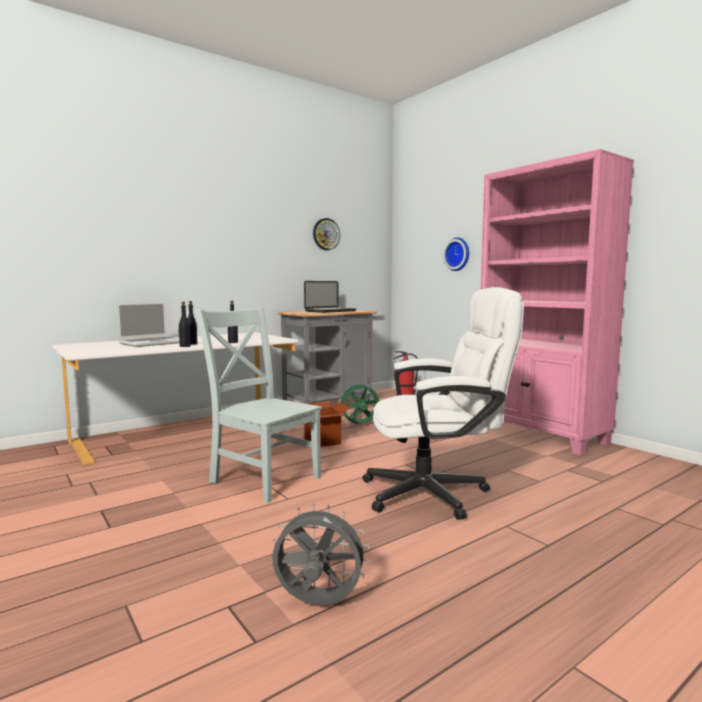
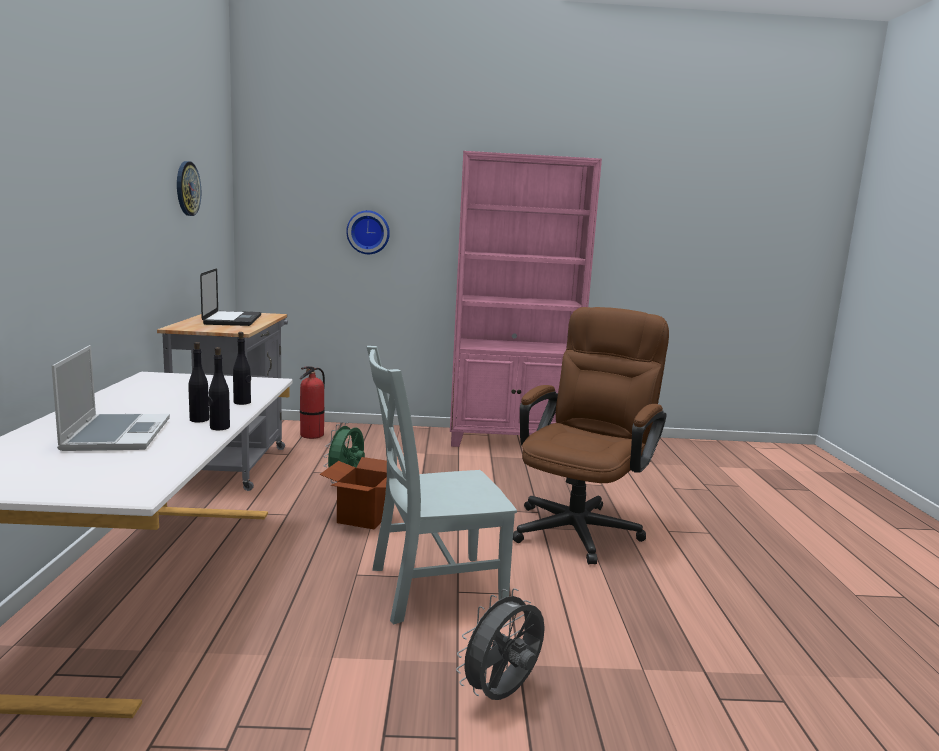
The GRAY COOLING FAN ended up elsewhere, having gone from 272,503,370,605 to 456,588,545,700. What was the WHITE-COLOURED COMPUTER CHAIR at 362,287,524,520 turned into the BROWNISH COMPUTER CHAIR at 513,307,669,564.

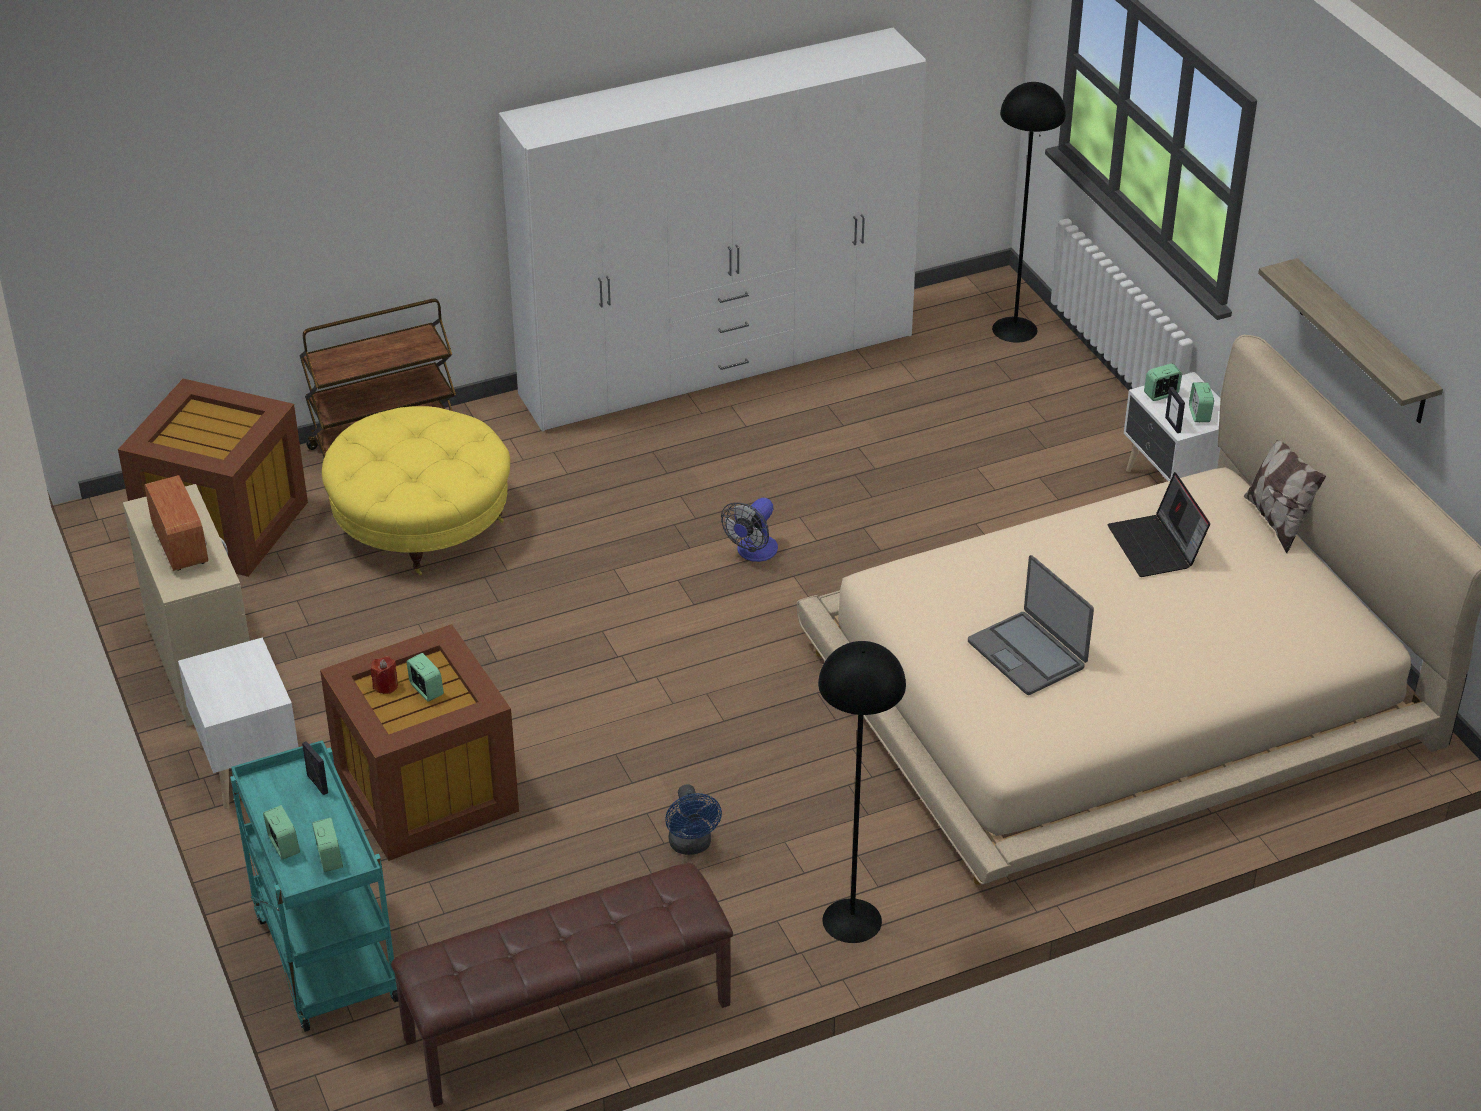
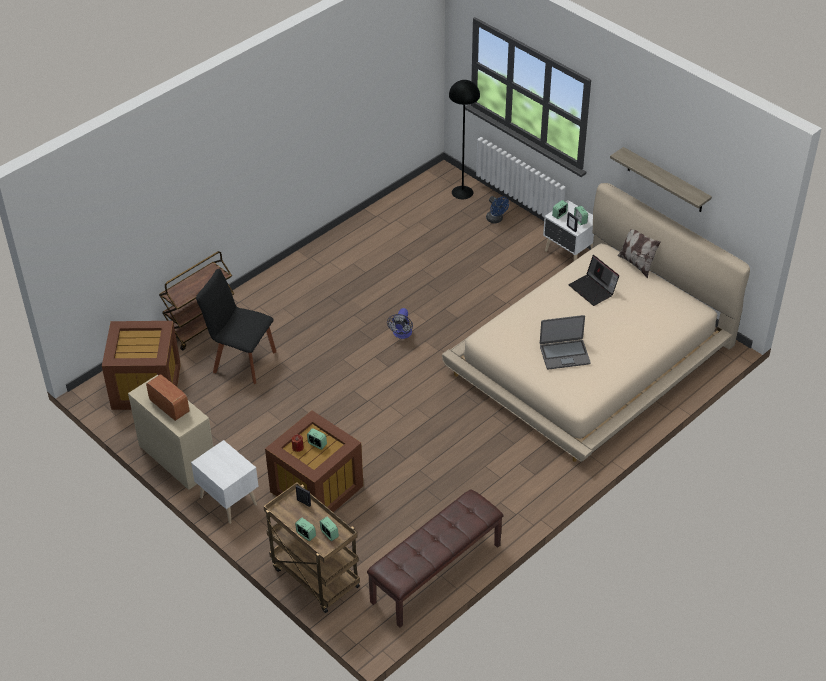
The second view lost the WHITE-COLOURED ARMOIRE at 499,27,926,432. The second view lost the BLACK STANDING LAMP at 818,641,906,943. The BLUISH COOLING FAN ended up elsewhere, having gone from 665,784,722,855 to 486,196,509,223. Where the YELLOW-COLOURED OTTOMAN stood at 322,406,510,575, the BLACK PLAIN CHAIR came to stand at 196,269,276,384. What was the TURQUOISE WHEELED CART at 230,740,398,1032 turned into the BROWNISH WHEELED CART at 263,482,360,613. The NOTEBOOK COMPUTER at 968,555,1094,695 ended up facing another way, 45 degrees counterclockwise from before.

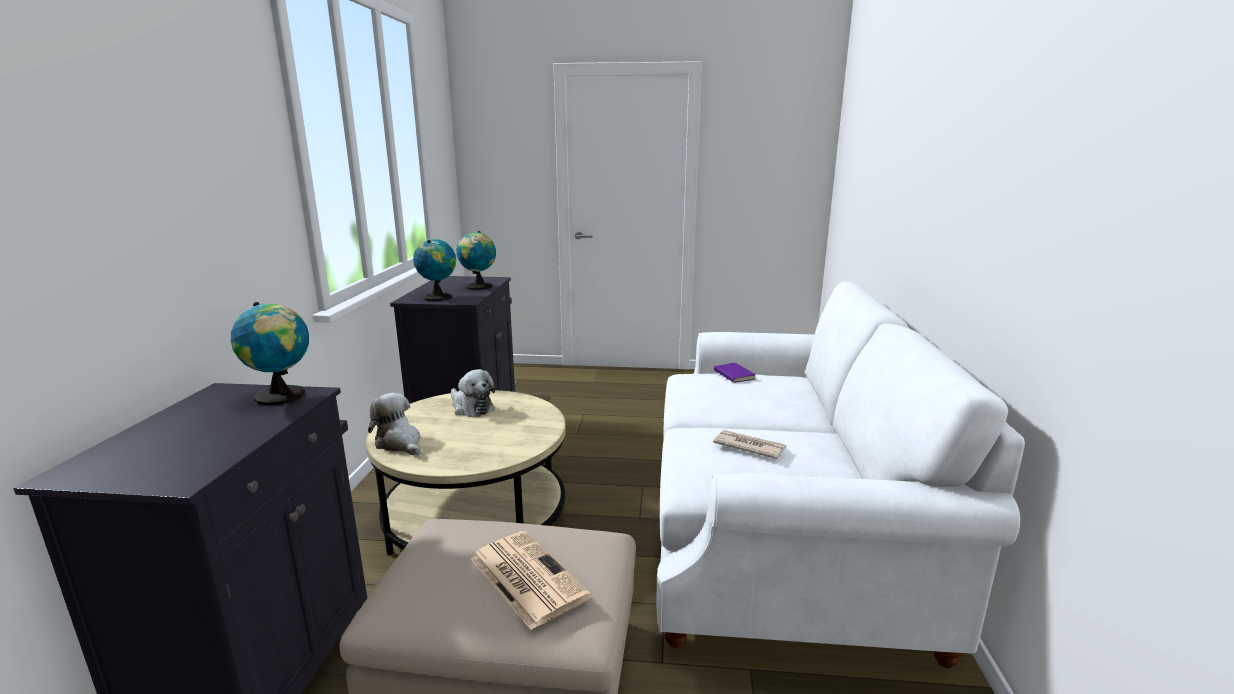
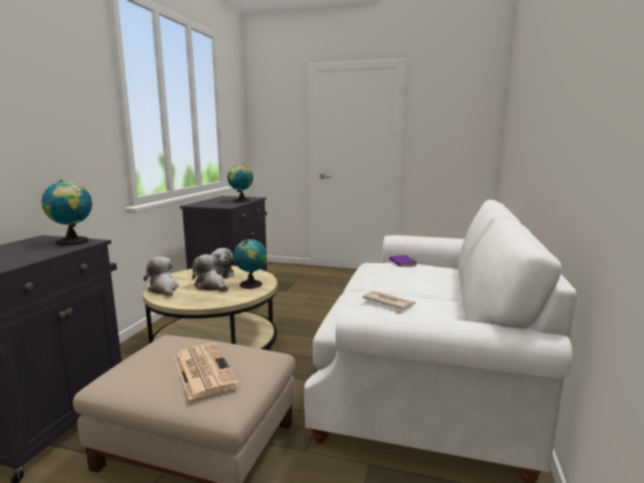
The second view gained the SOFT TOY at 192,254,228,292. The GLOBE ended up elsewhere, having gone from 413,239,456,301 to 234,239,267,289.

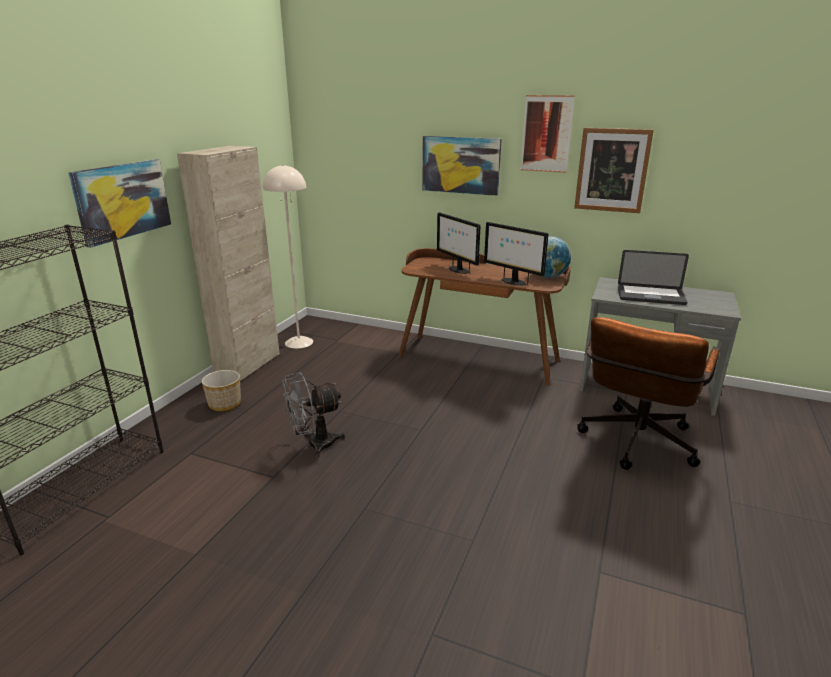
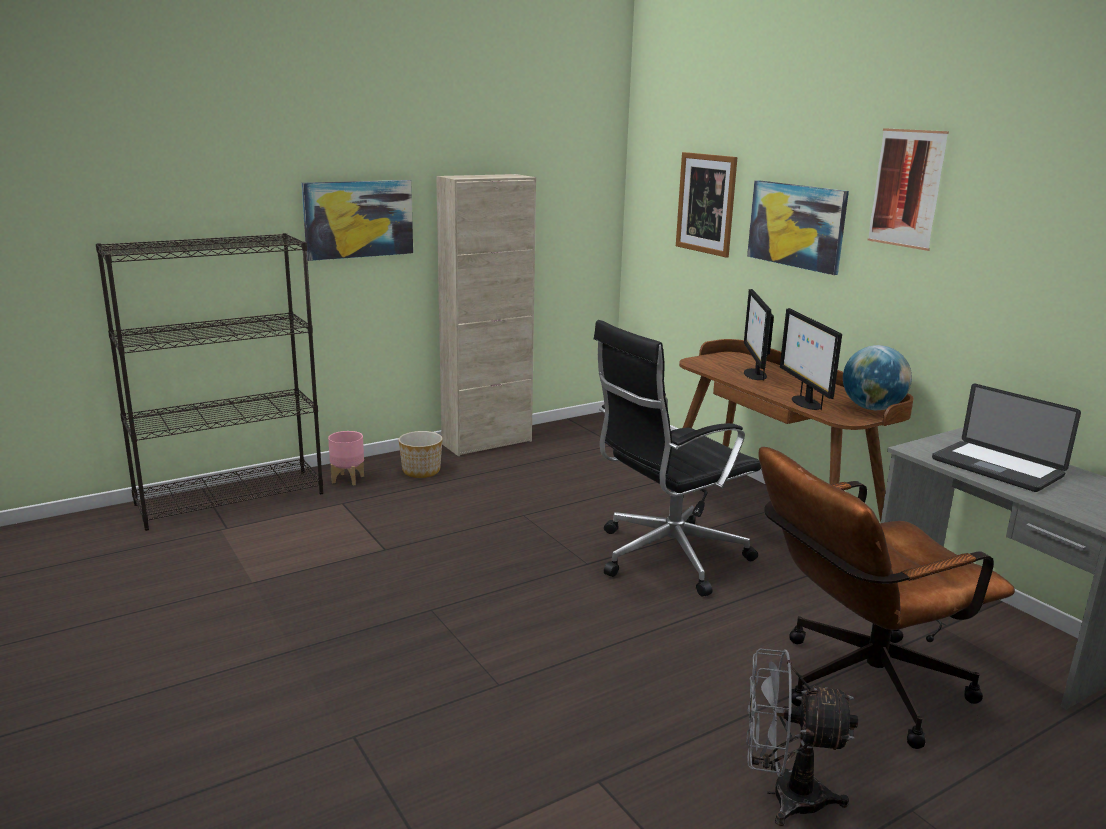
The second view lost the SAND-COLOURED STANDING LAMP at 263,164,313,348. The second view gained the PINKISH FLOWER POT at 328,431,364,486. The second view gained the BLACK COMPUTER CHAIR at 594,320,761,597. The GRAY COOLING FAN ended up elsewhere, having gone from 282,373,345,457 to 746,649,858,826. The WALL PICTURE ended up elsewhere, having gone from 574,128,654,213 to 676,152,737,258.

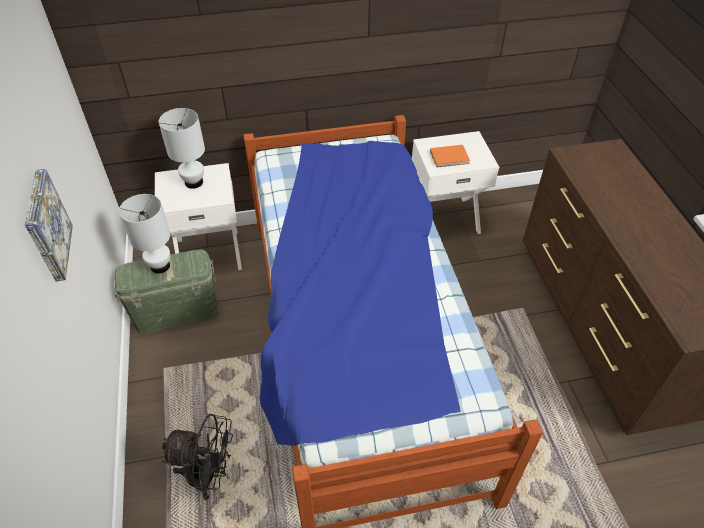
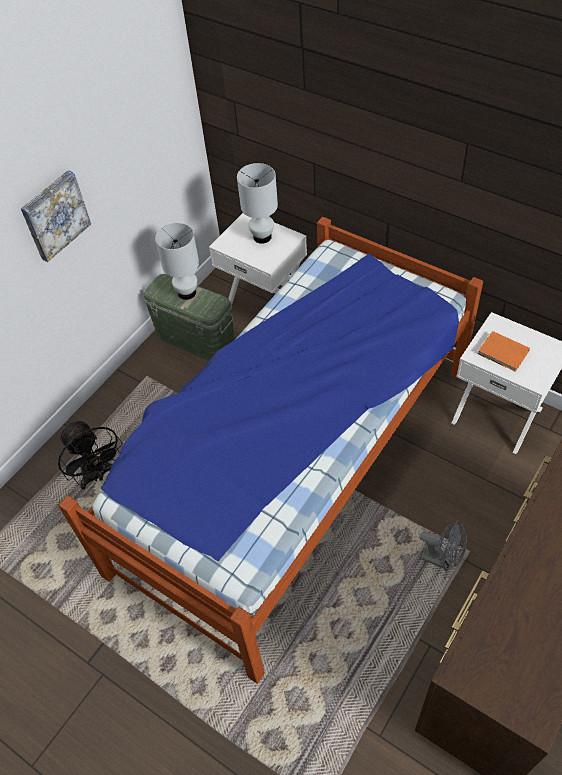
The second view gained the GRAY COOLING FAN at 419,520,467,571.

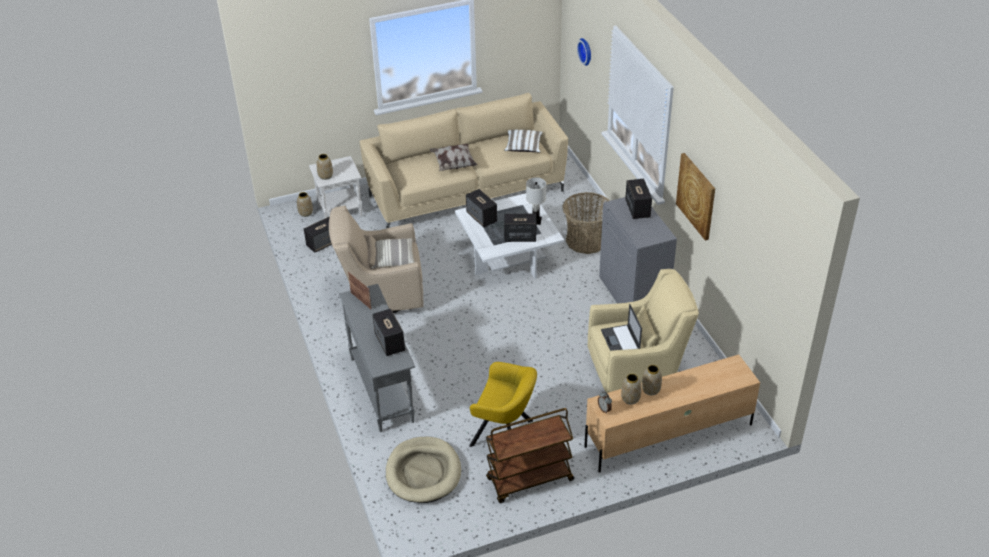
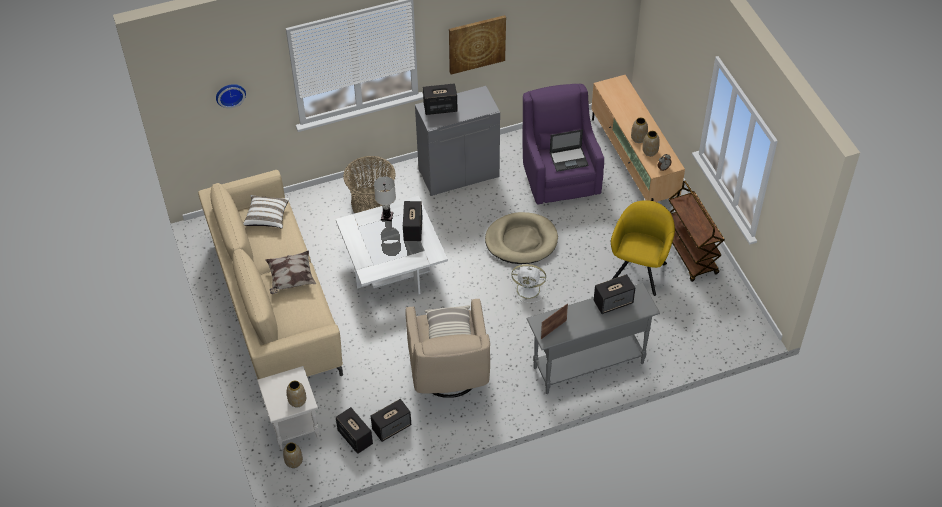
The second view gained the WHITE-COLOURED COOLING FAN at 511,264,546,303. The SAND-COLOURED PET BED ended up elsewhere, having gone from 386,437,461,503 to 485,212,558,264. The SPEAKER ended up elsewhere, having gone from 466,189,497,227 to 371,399,411,442. What was the SAND-COLOURED LOUNGE CHAIR at 588,269,699,393 turned into the PURPLE LOUNGE CHAIR at 522,84,604,204.

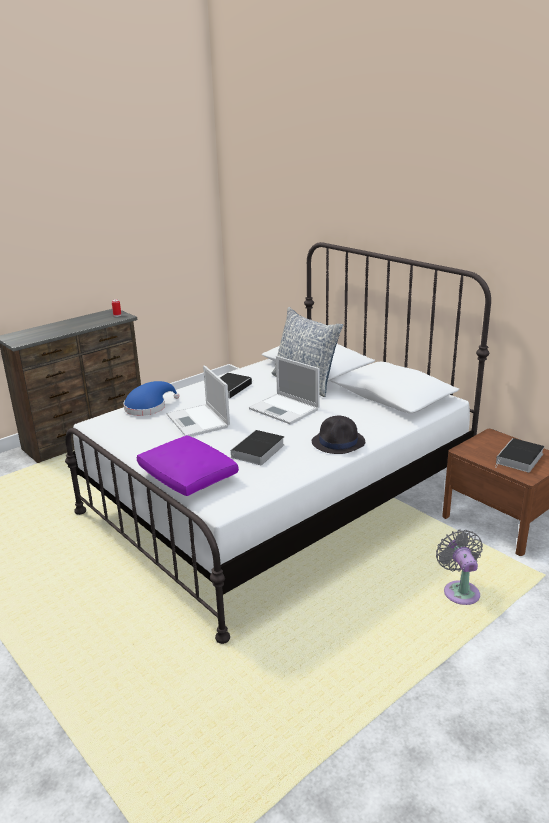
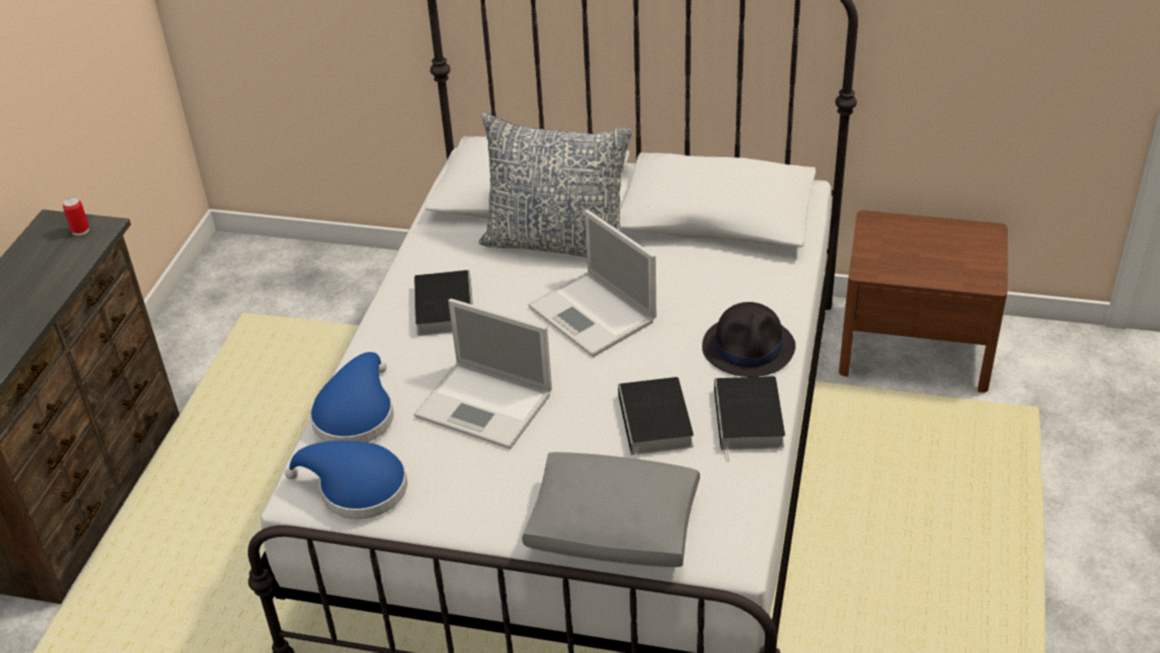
The second view lost the GRAY COOLING FAN at 436,530,483,605. The second view gained the BLUISH HAT at 285,440,408,519. The BOOK ended up elsewhere, having gone from 495,438,545,473 to 714,376,785,462. What was the PURPLE CUSHION at 137,435,239,496 turned into the GRAY CUSHION at 522,452,700,567. The NOTEBOOK COMPUTER at 249,356,320,425 ended up facing another way, 45 degrees clockwise from before.

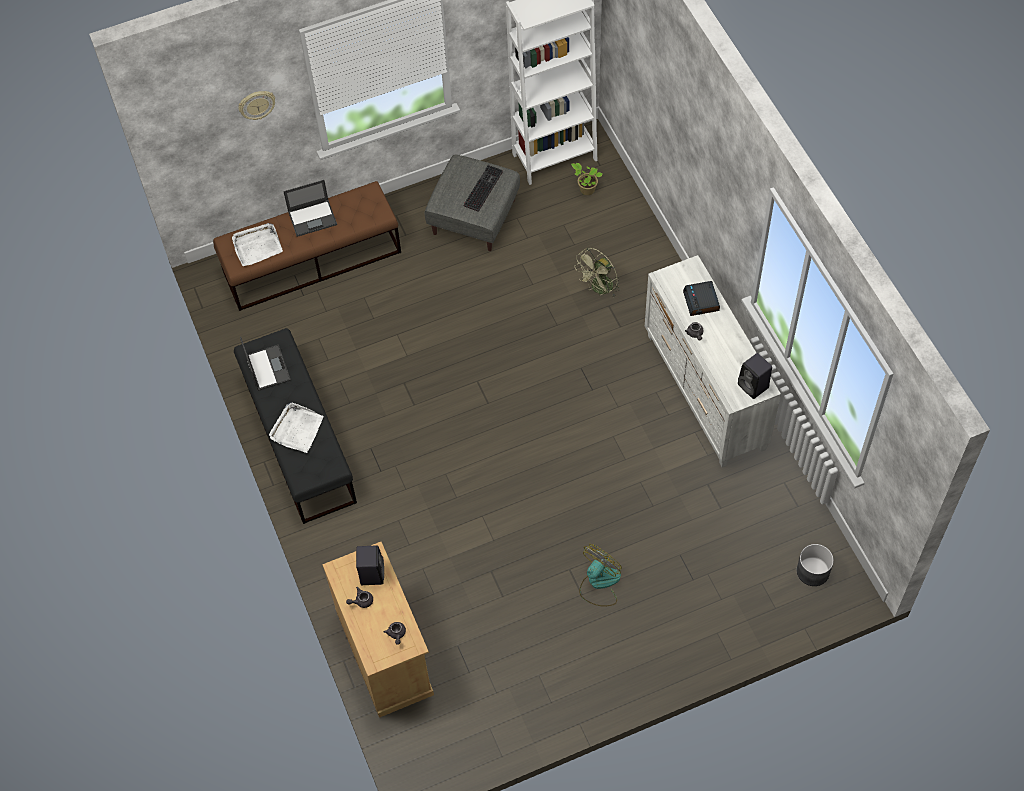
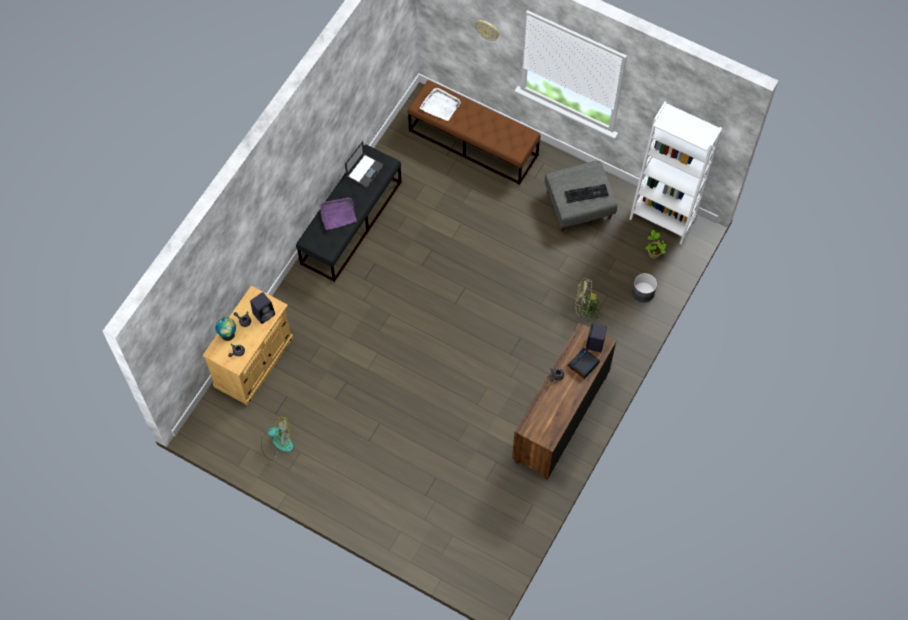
The second view lost the NOTEBOOK COMPUTER at 283,180,337,237. The second view gained the GLOBE at 215,317,236,341. The COOLING FAN ended up elsewhere, having gone from 579,544,622,606 to 261,415,293,460. The BLACK SPEAKER ended up elsewhere, having gone from 738,353,772,399 to 586,323,607,352. The GRAY FLOWER POT ended up elsewhere, having gone from 797,544,834,586 to 632,273,657,302. What was the WHITE-COLOURED SERVING TRAY at 269,402,324,453 turned into the PURPLE SERVING TRAY at 320,197,357,230. What was the WHITE-COLOURED DRAWER CHEST at 645,255,781,467 turned into the BROWNISH DRAWER CHEST at 512,322,616,480.

